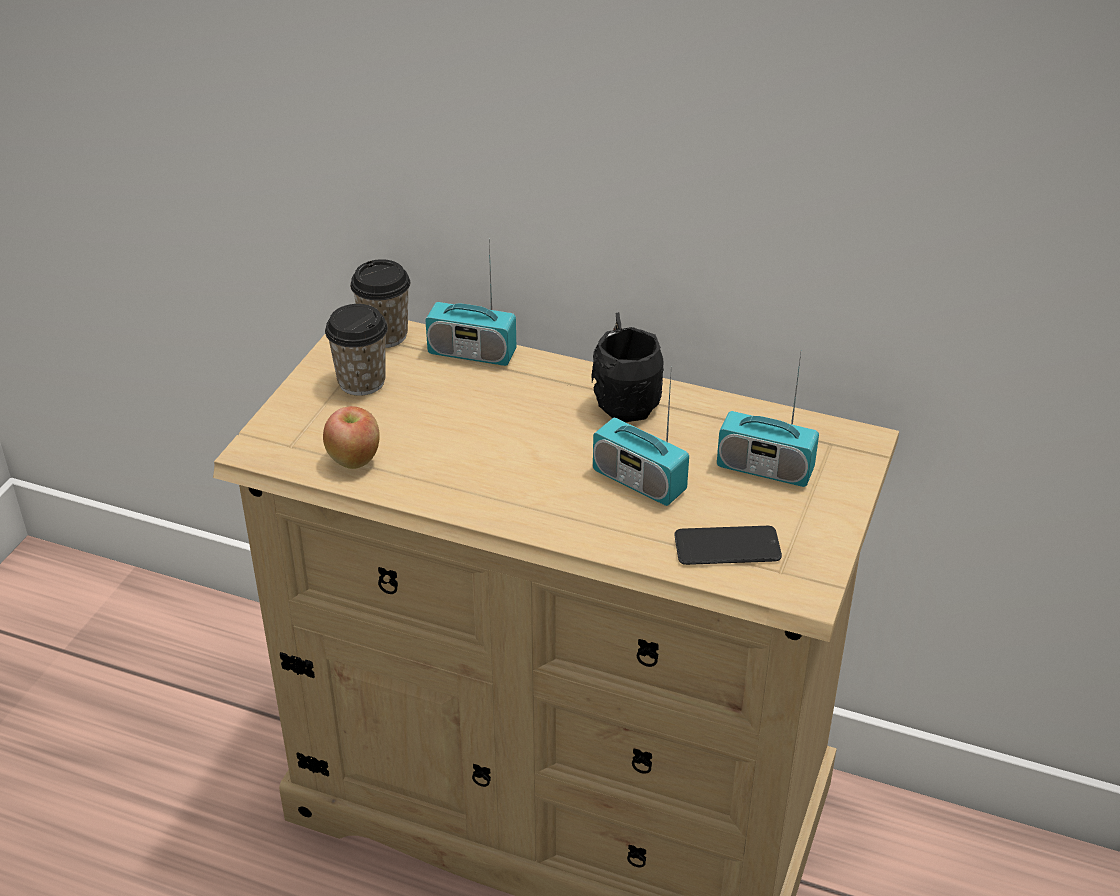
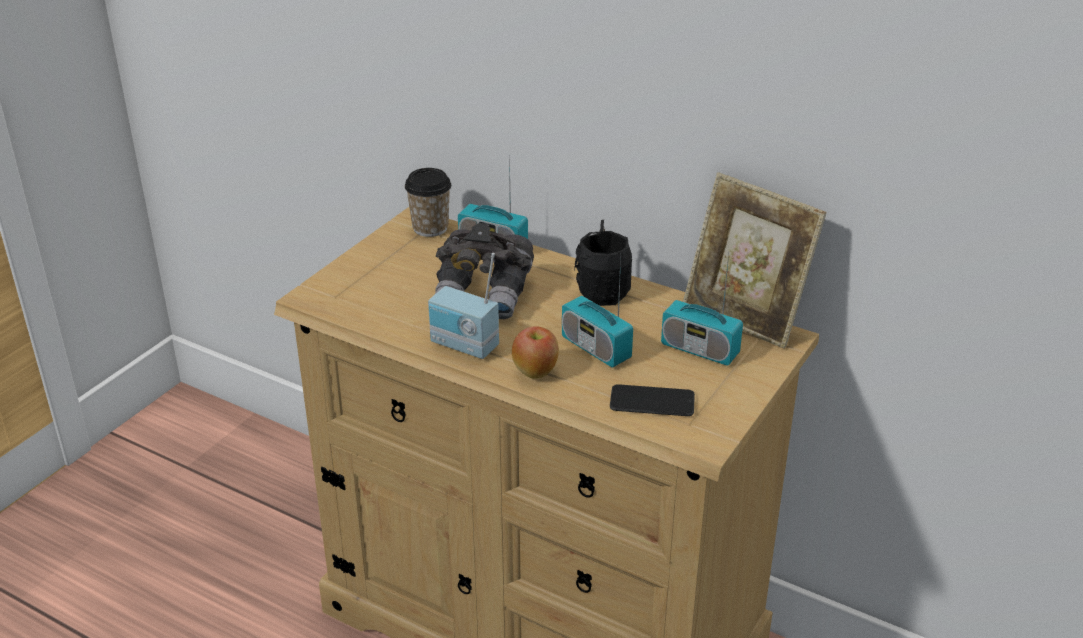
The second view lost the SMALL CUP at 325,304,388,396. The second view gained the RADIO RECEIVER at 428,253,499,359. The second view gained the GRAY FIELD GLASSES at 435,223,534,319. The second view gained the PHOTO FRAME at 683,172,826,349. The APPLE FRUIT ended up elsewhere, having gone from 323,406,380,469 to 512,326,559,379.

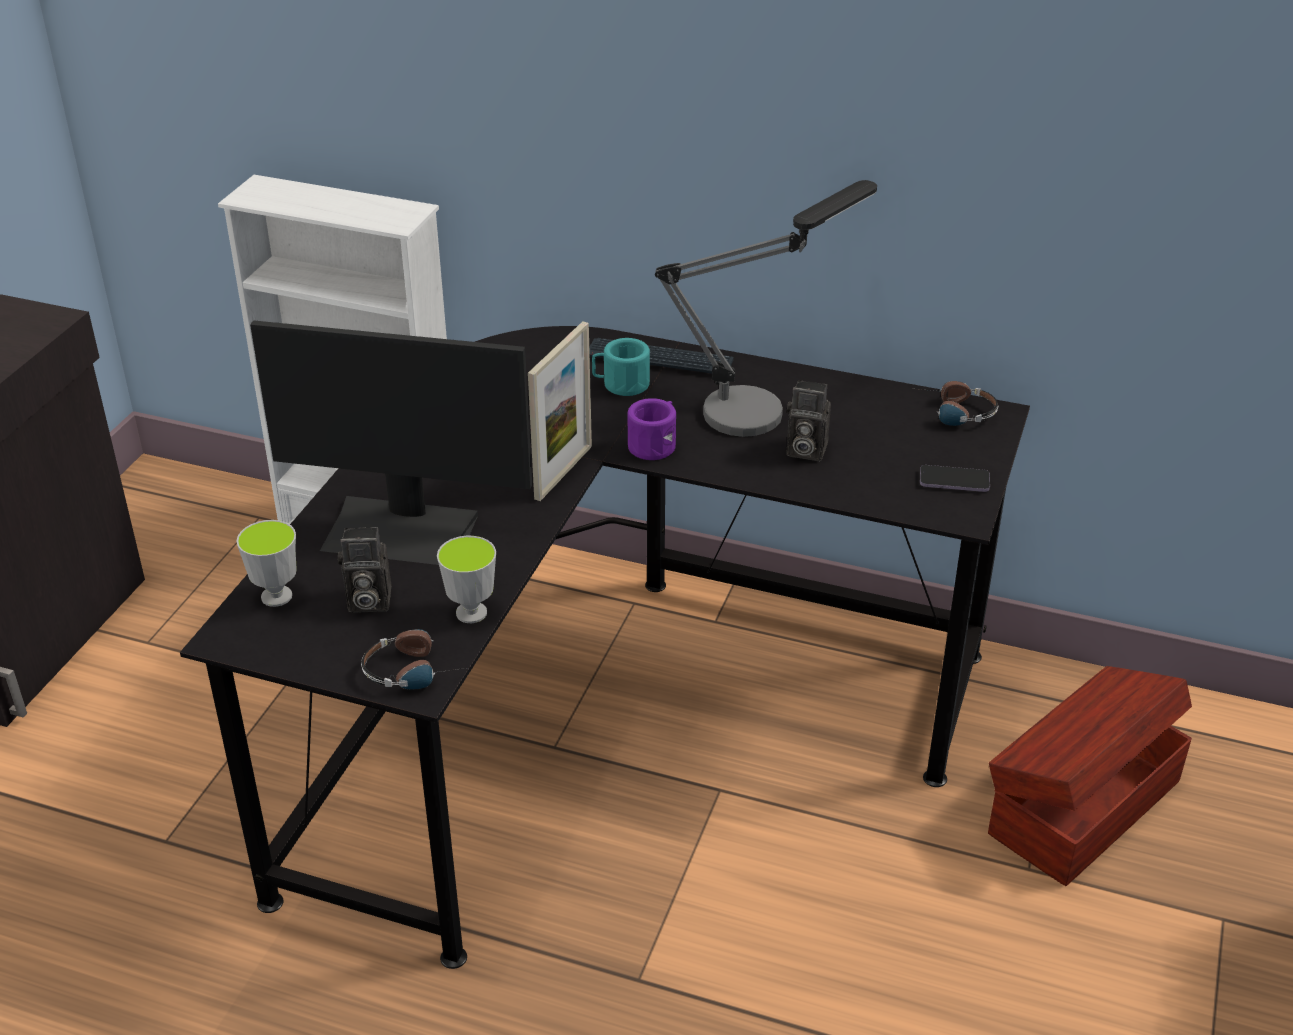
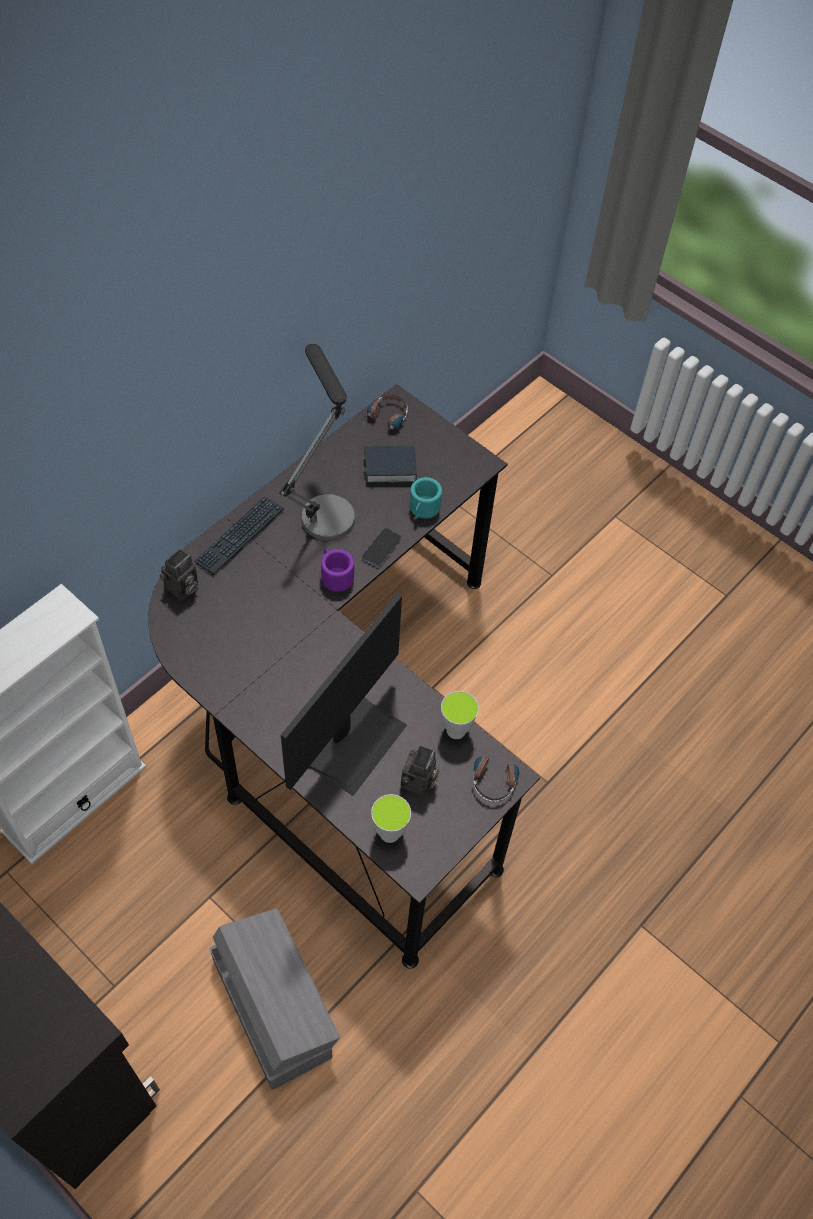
The second view lost the PHOTO FRAME at 528,321,592,501. The second view lost the BROWNISH STORAGE BOX at 988,666,1192,886. The second view gained the GRAY STORAGE BOX at 210,908,340,1090. The second view gained the BOOK at 365,446,417,484. The TURQUOISE TEA MUG ended up elsewhere, having gone from 592,338,650,396 to 410,477,442,519. The PHOTO CAMERA ended up elsewhere, having gone from 787,380,831,461 to 159,549,198,600. The PHONE ended up elsewhere, having gone from 920,465,990,492 to 362,528,402,567.

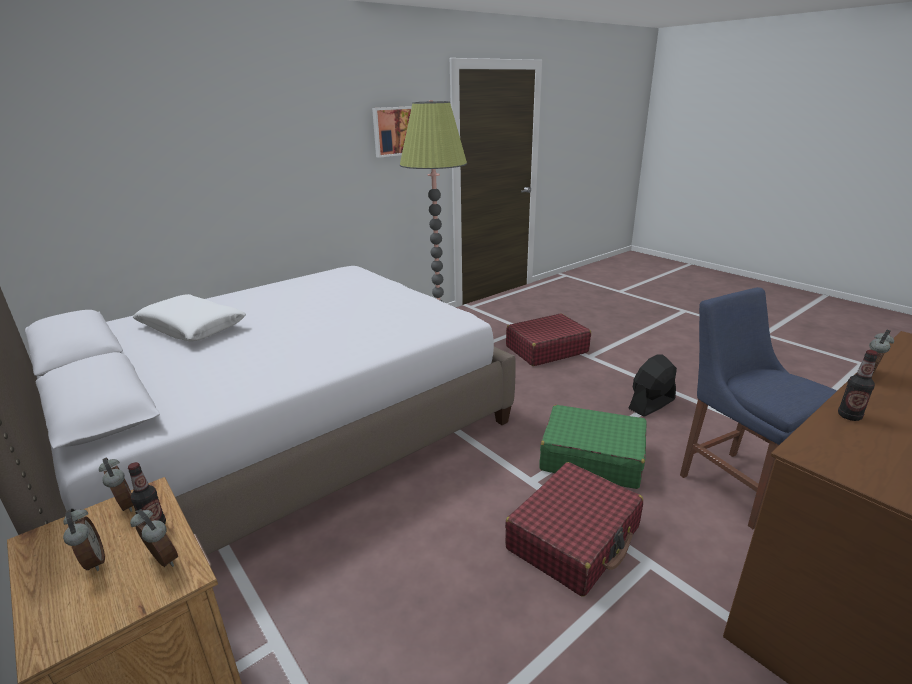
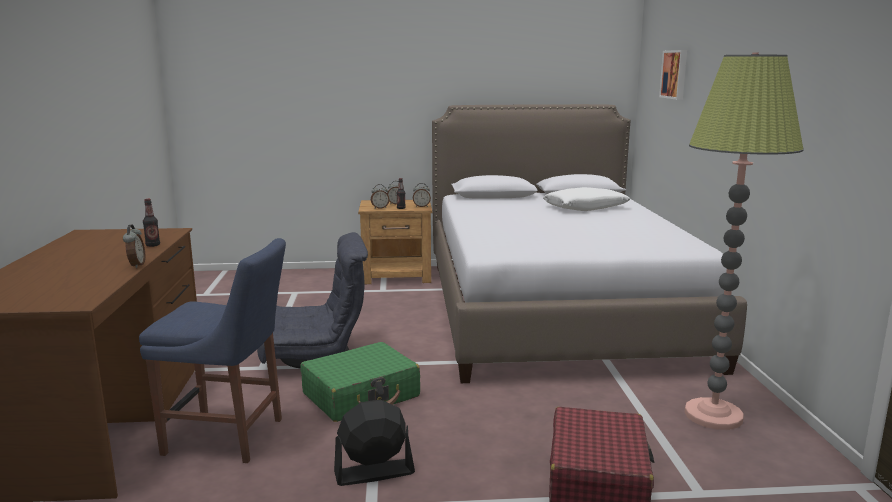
The WALL PICTURE ended up elsewhere, having gone from 372,106,412,158 to 659,50,687,100. Where the RED PIECE OF LUGGAGE stood at 505,462,643,597, the GRAY LOUNGE CHAIR came to stand at 257,232,368,368. The BLACK COOLING FAN at 628,354,677,417 ended up facing another way, 105 degrees counterclockwise from before.

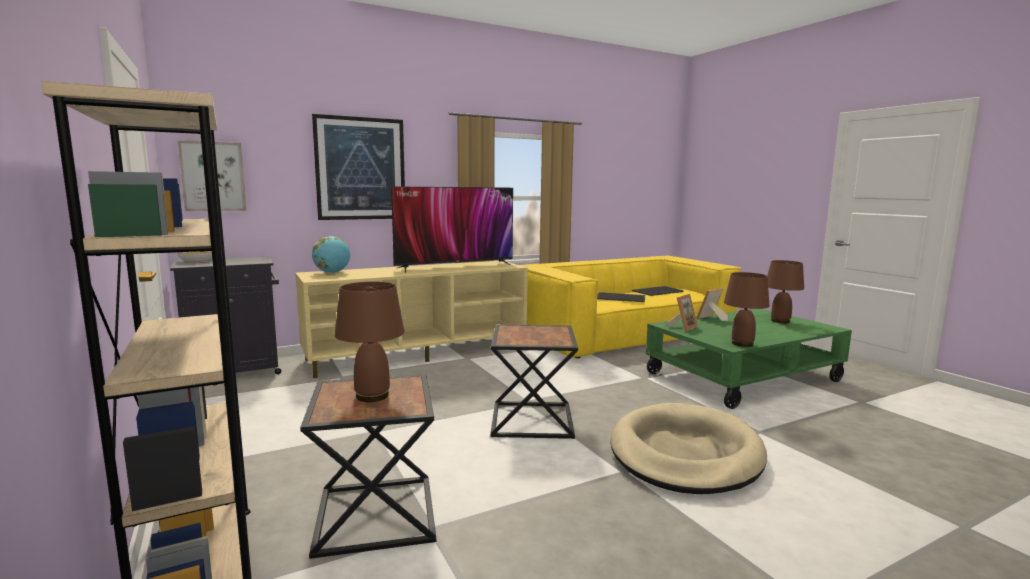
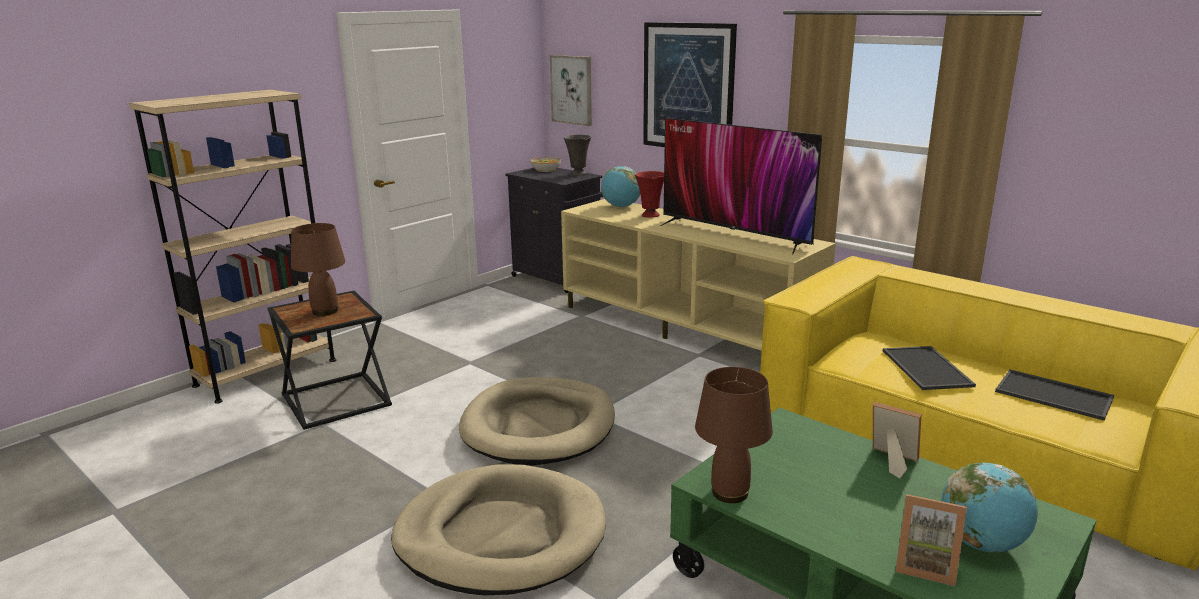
The second view gained the GRAY VASE at 564,134,591,176. The second view gained the RED VASE at 635,171,664,218. The PHOTO FRAME ended up elsewhere, having gone from 666,294,698,331 to 895,494,967,586. Where the BLACK END TABLE stood at 490,324,578,439, the SAND-COLOURED PET BED came to stand at 459,377,615,466. Where the BROWNISH LAMP FOR A TABLE stood at 767,260,804,324, the GLOBE came to stand at 941,462,1038,552.

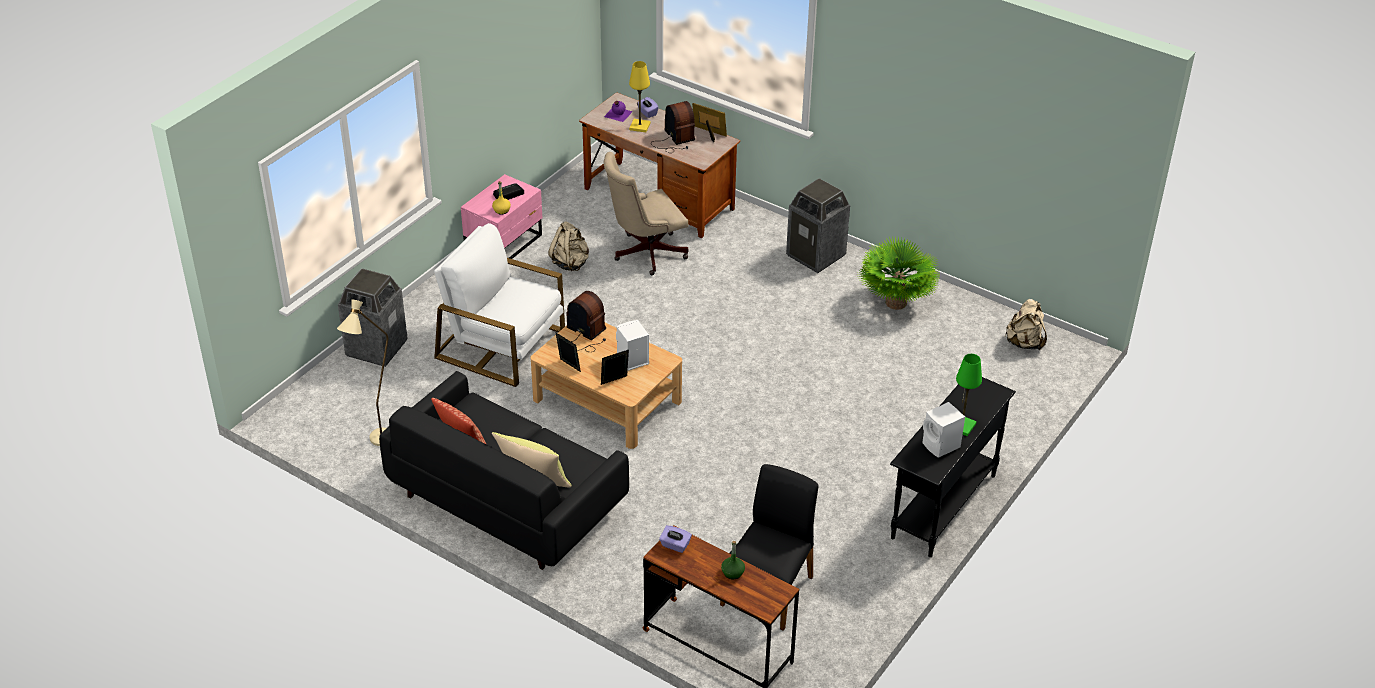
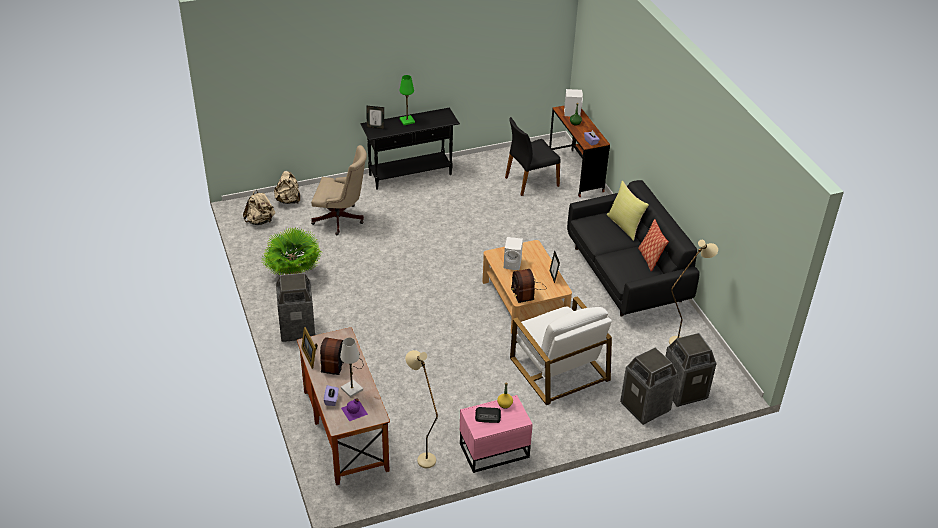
The second view gained the SAND-COLOURED STANDING LAMP at 405,350,438,468. The second view gained the RUBBISH BIN at 665,333,717,407. The SAND-COLOURED BACKPACK ended up elsewhere, having gone from 548,221,589,271 to 274,171,300,204. The PHOTO FRAME ended up elsewhere, having gone from 601,350,629,385 to 366,106,384,129. The SAND-COLOURED COMPUTER CHAIR ended up elsewhere, having gone from 604,152,688,275 to 311,145,367,235. The WHITE-COLOURED SPEAKER ended up elsewhere, having gone from 922,402,965,458 to 564,89,583,116. What was the YELLOW-COLOURED LAMP FOR A TABLE at 629,61,651,132 turned into the WHITE-COLOURED LAMP FOR A TABLE at 340,338,363,398.

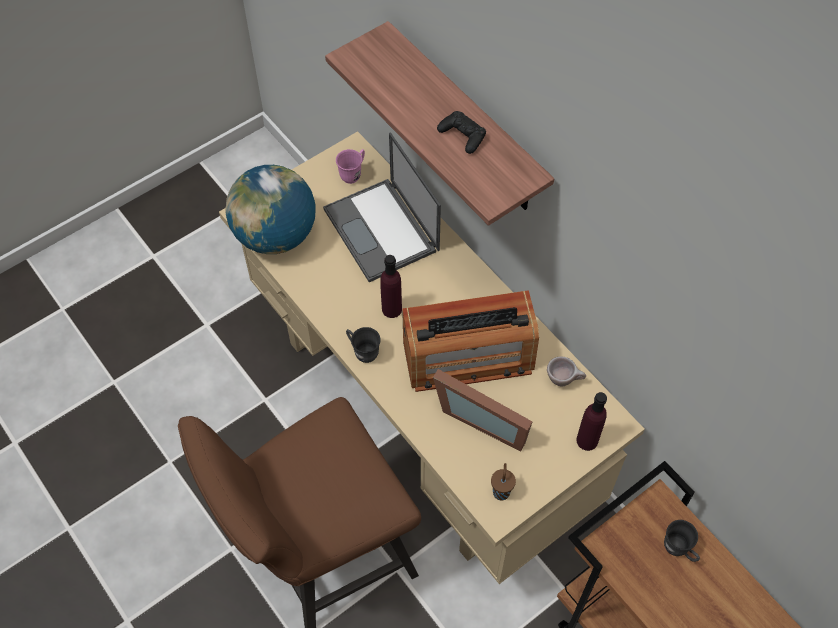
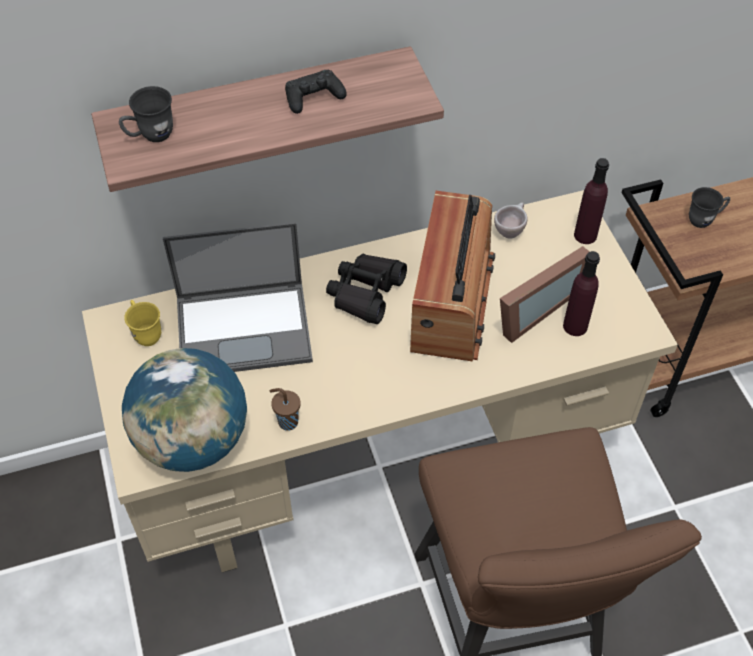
The second view gained the BLACK FIELD GLASSES at 326,254,407,324. The GRAY TEA MUG ended up elsewhere, having gone from 346,327,381,363 to 119,86,173,142. The PURPLE DRINK BOTTLE ended up elsewhere, having gone from 380,255,402,318 to 563,251,600,336. The BROWNISH SMALL CUP ended up elsewhere, having gone from 491,463,516,500 to 270,388,300,431. What was the PINKISH TEA MUG at 336,149,365,184 turned into the YELLOW-COLOURED TEA MUG at 124,300,161,346.

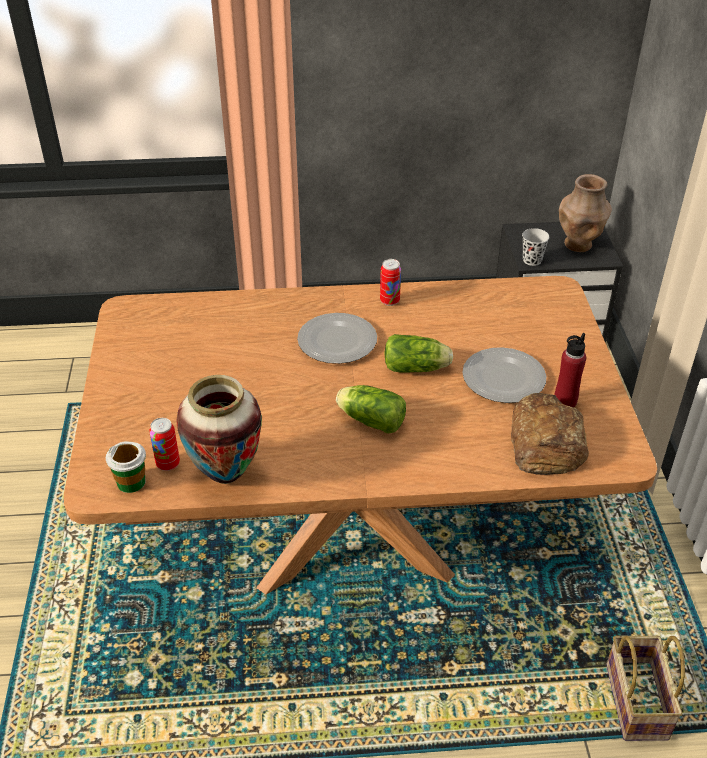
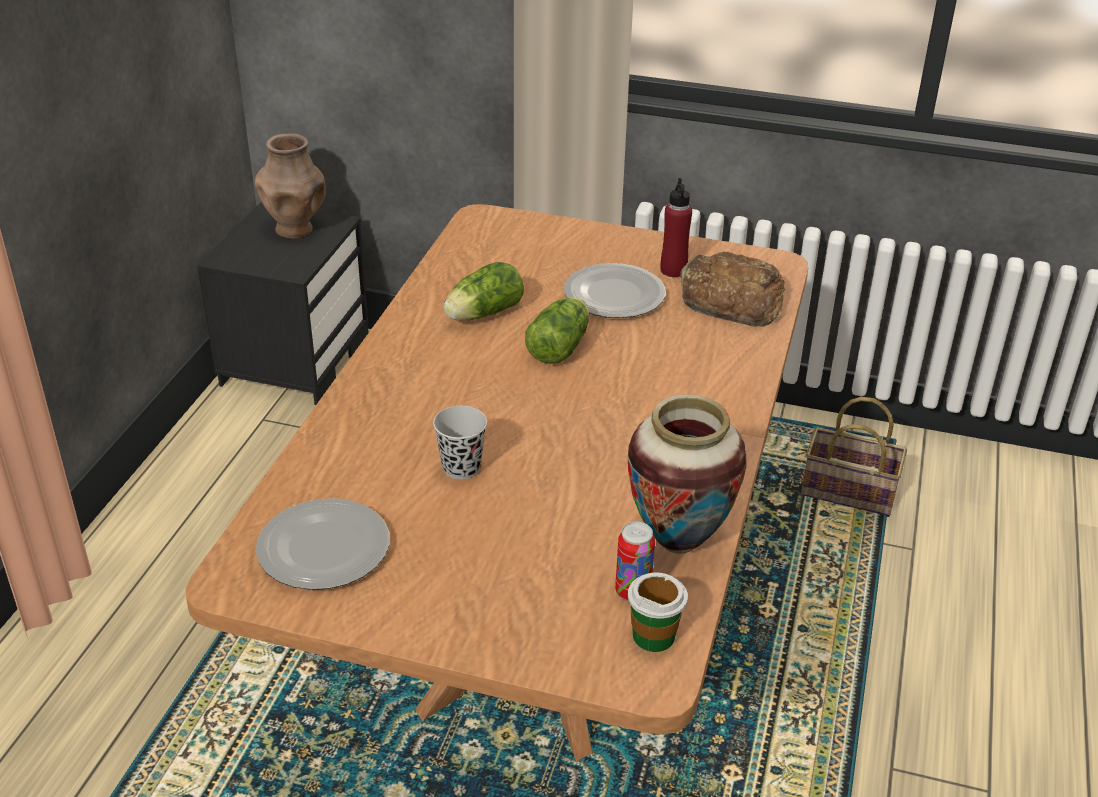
The second view lost the SEALED CAN at 380,259,401,306. The FLAT DISH ended up elsewhere, having gone from 297,313,377,364 to 256,498,389,590. The LETTUCE HEAD ended up elsewhere, having gone from 336,385,406,433 to 444,262,524,321. The BLACK SMALL CUP ended up elsewhere, having gone from 522,228,549,266 to 433,406,487,479.

